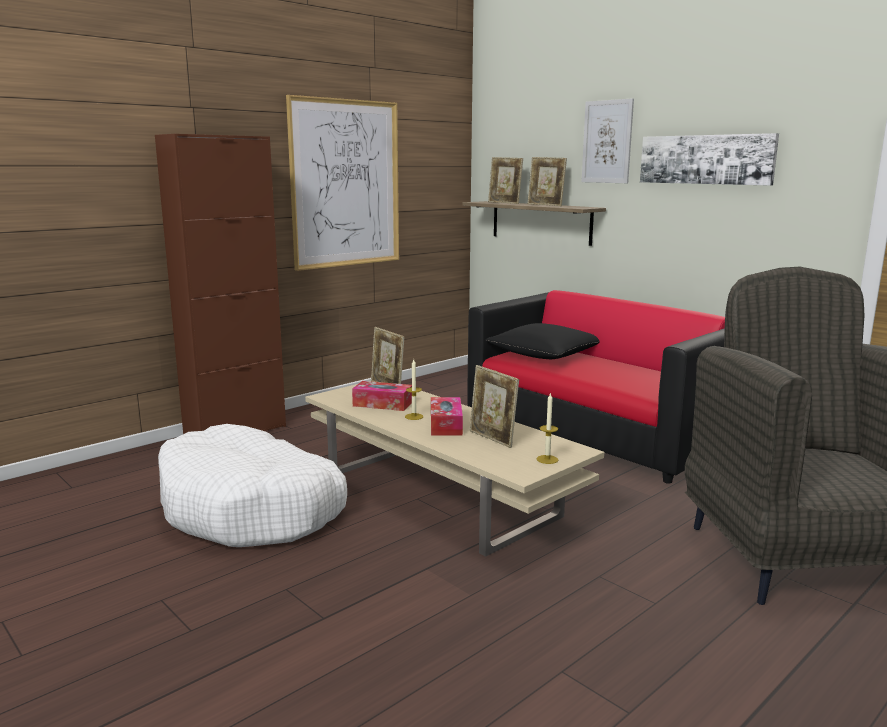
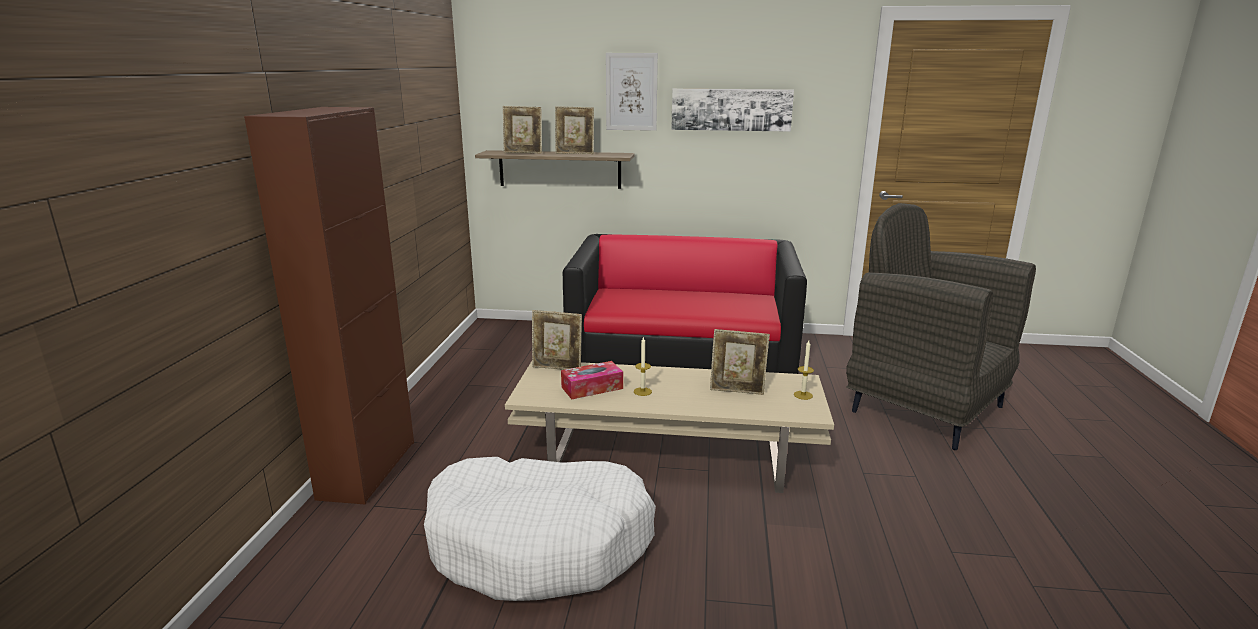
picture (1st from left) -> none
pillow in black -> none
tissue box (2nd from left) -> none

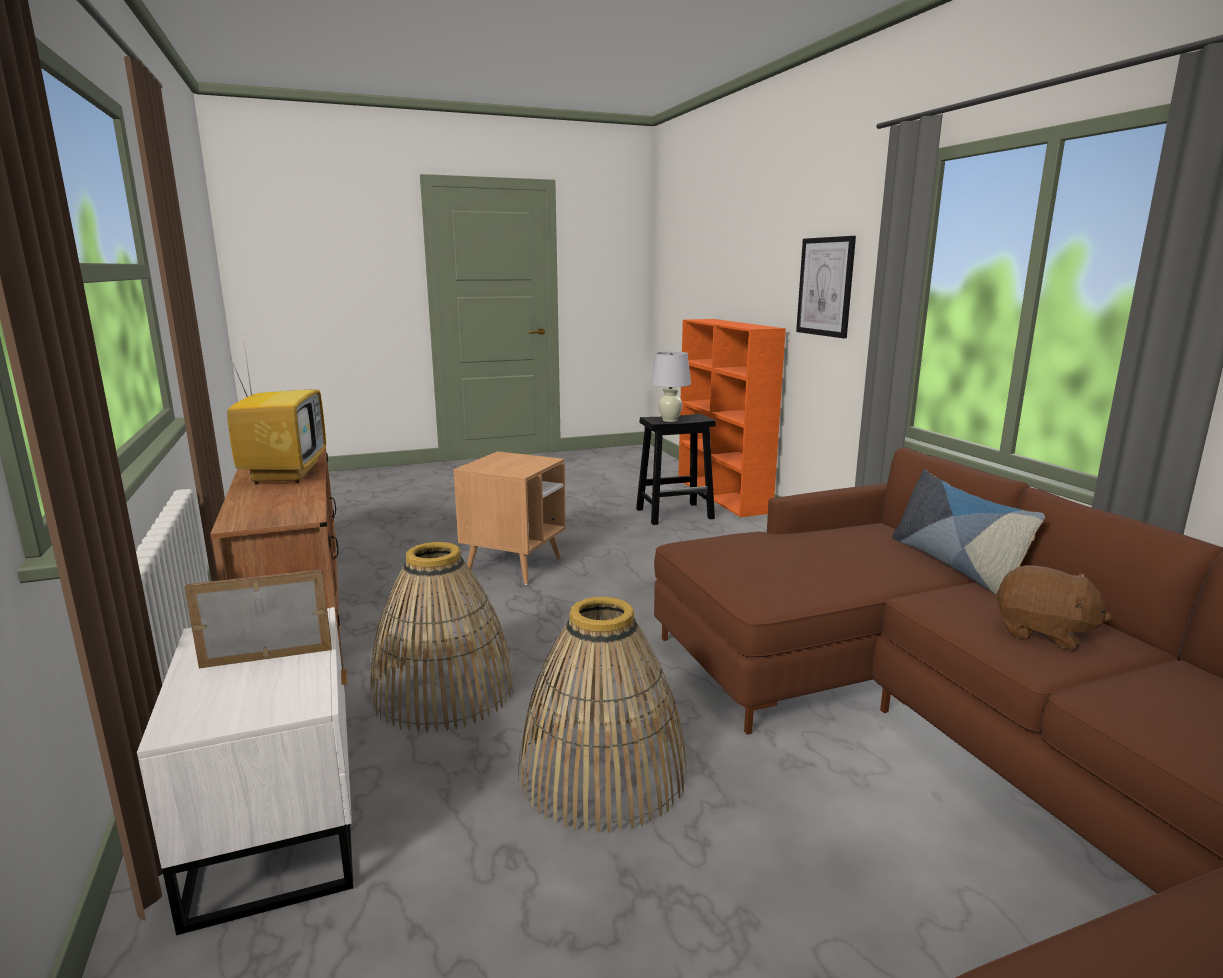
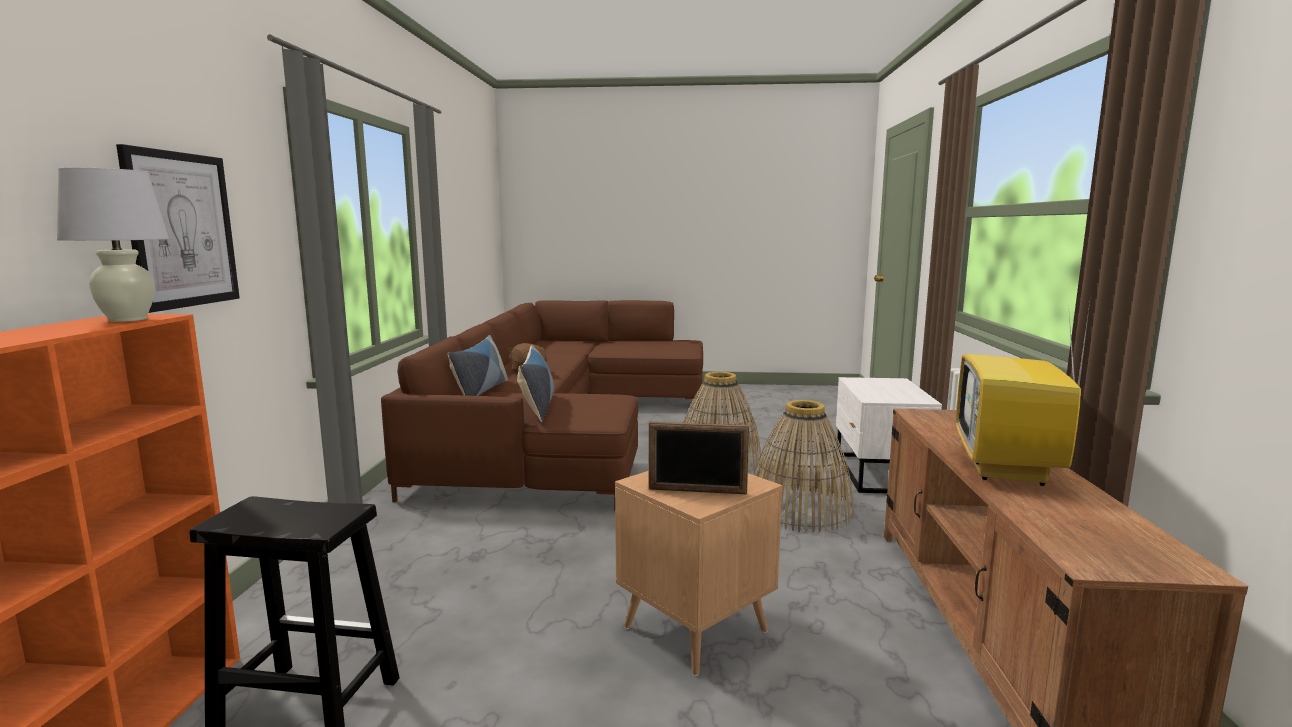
table lamp in white, move
picture frame, move
none -> pillow (2nd from left)

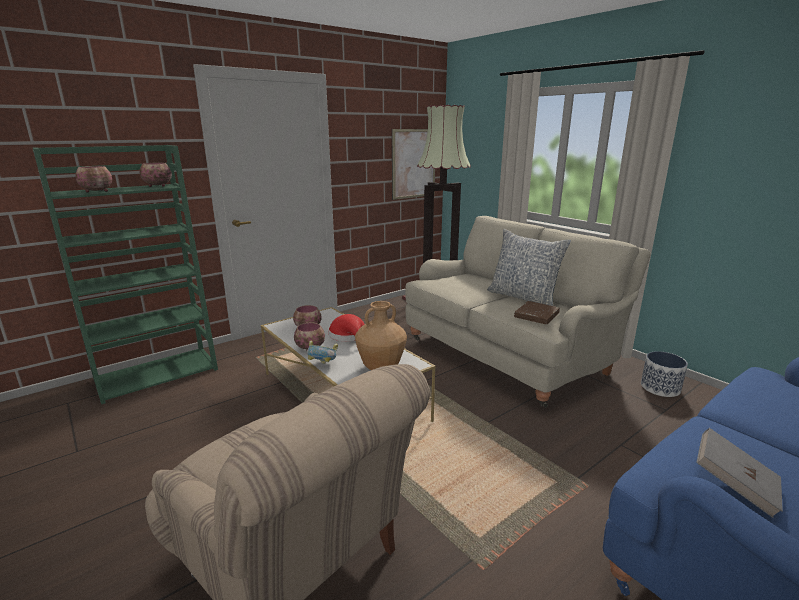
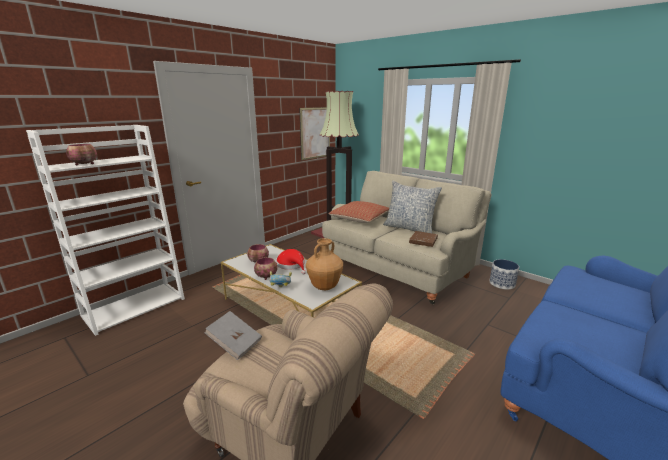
bookcase in green -> bookcase in white
bowl (2nd from left) -> none
book in grey, move
none -> pillow (1st from left)

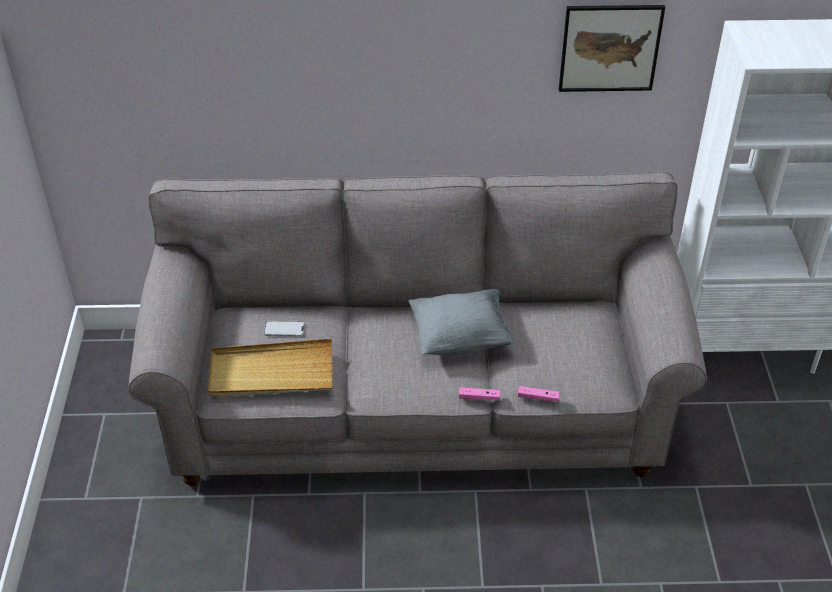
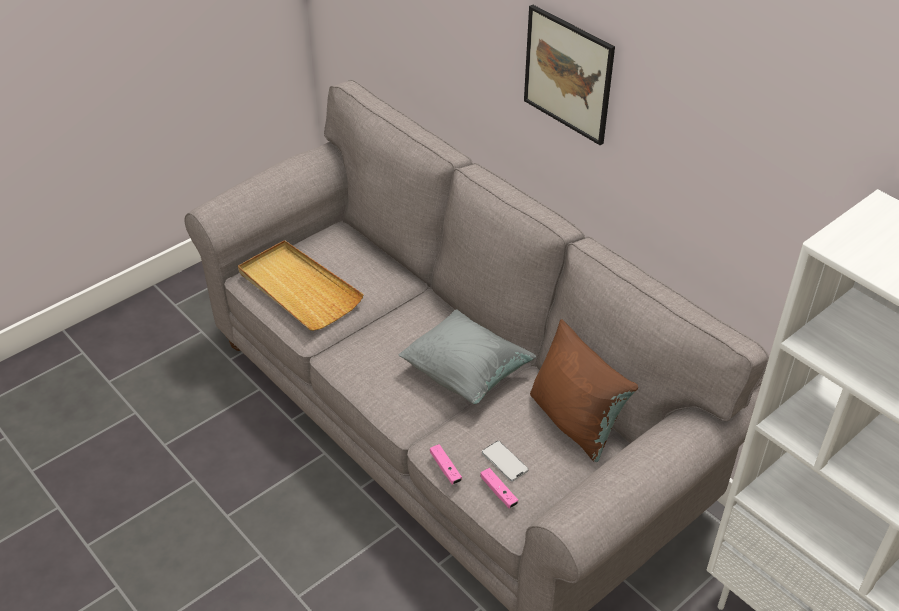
picture, move
phone, move
game controller in pink (1st from left in the first image) -> game controller in pink (2nd from left), move
none -> pillow in brown

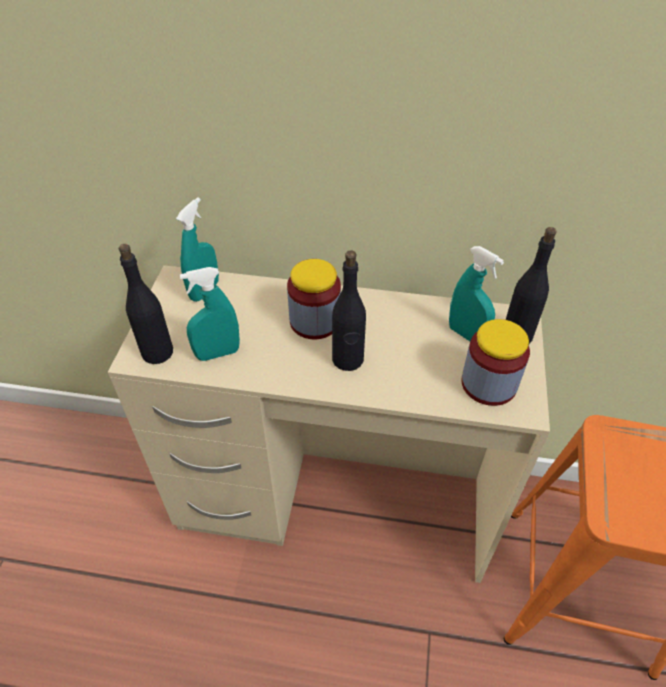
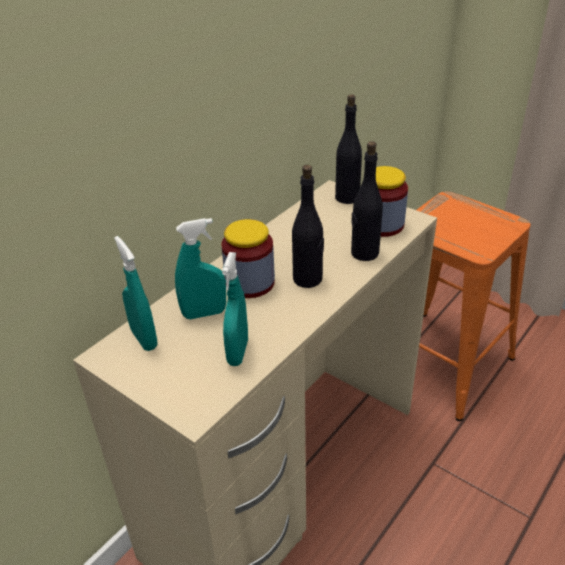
bottle in black (1st from left in the first image) -> bottle in black (3rd from left), move
spray bottle in turquoise (3rd from left in the first image) -> spray bottle in turquoise (2nd from left), move

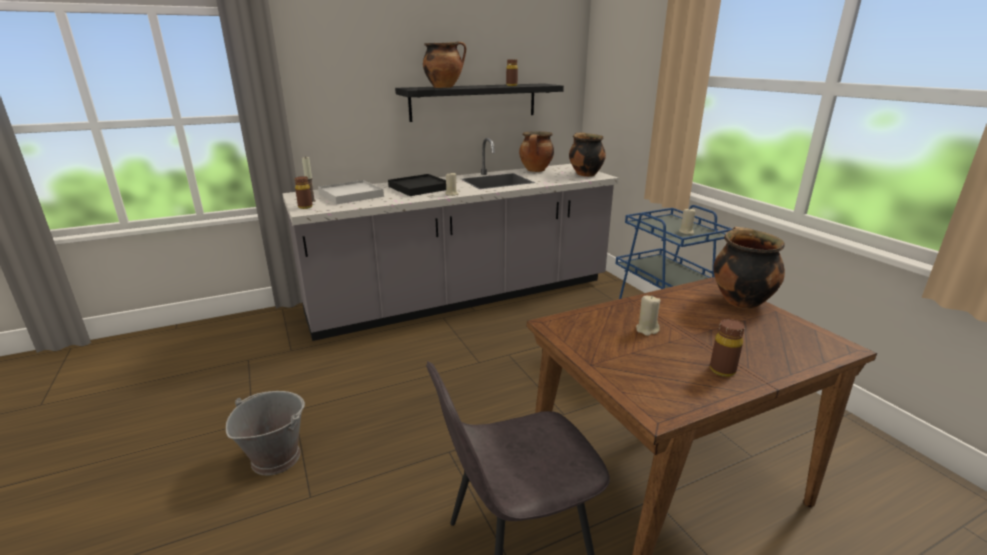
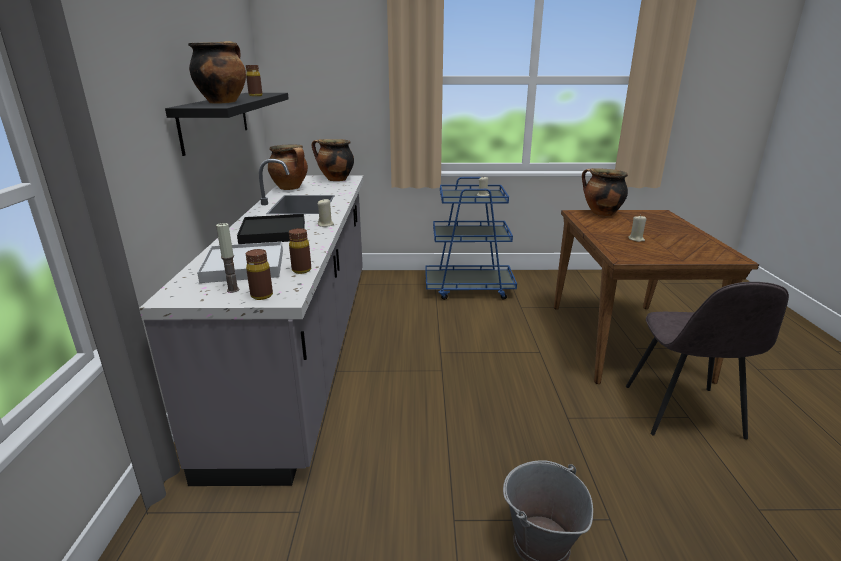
bottle in brown (3rd from left), move

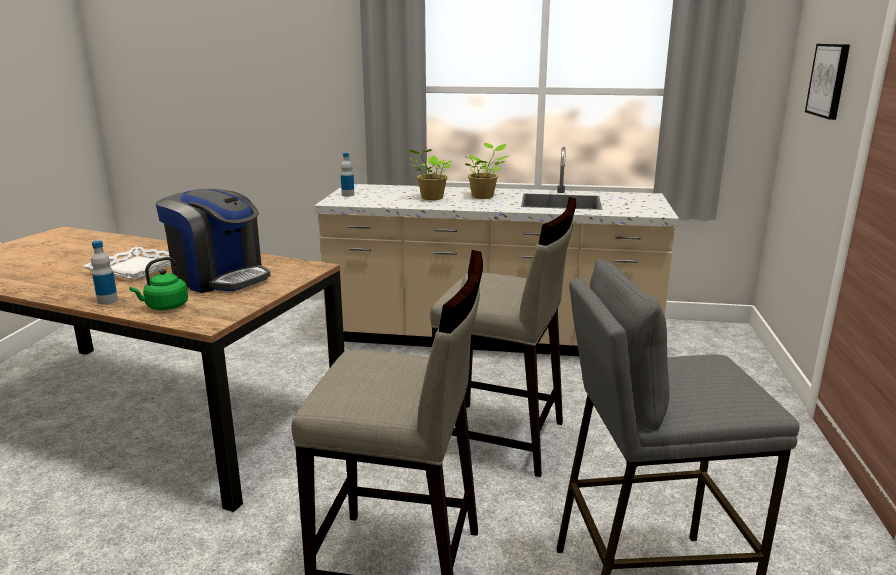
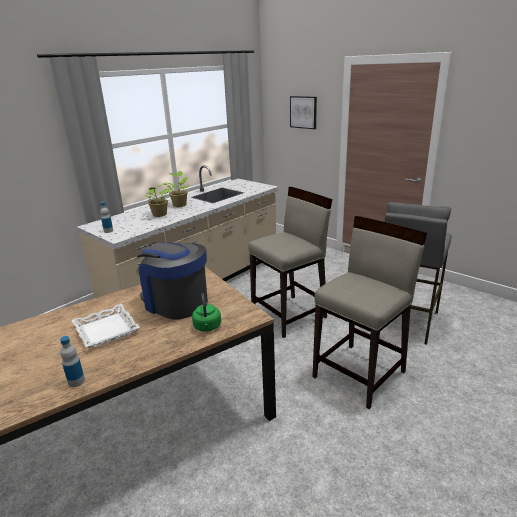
coffee machine, 120 degrees counterclockwise
bottle (1st from left), move

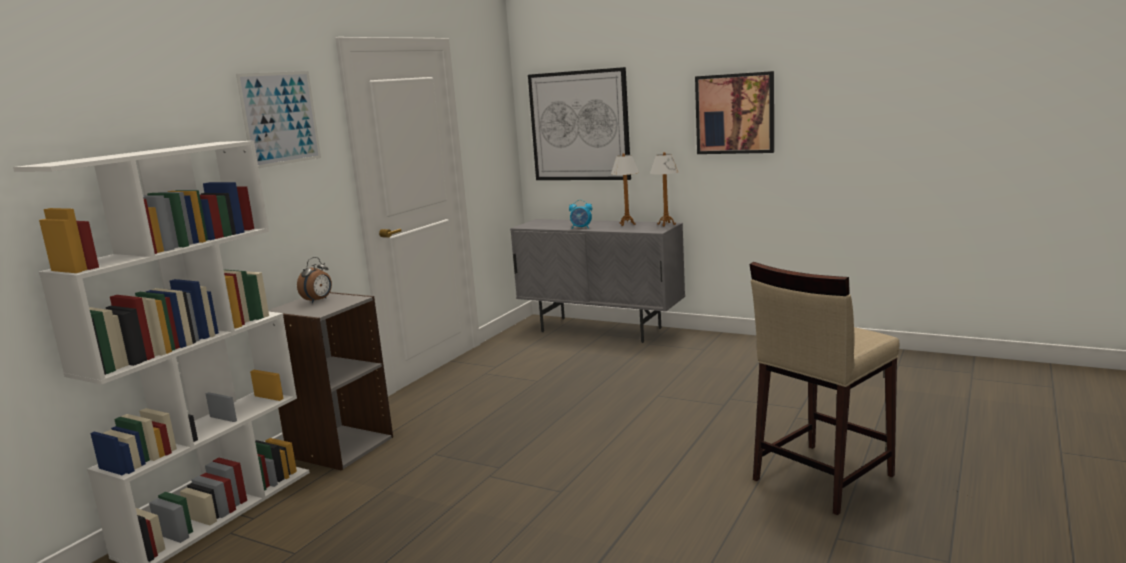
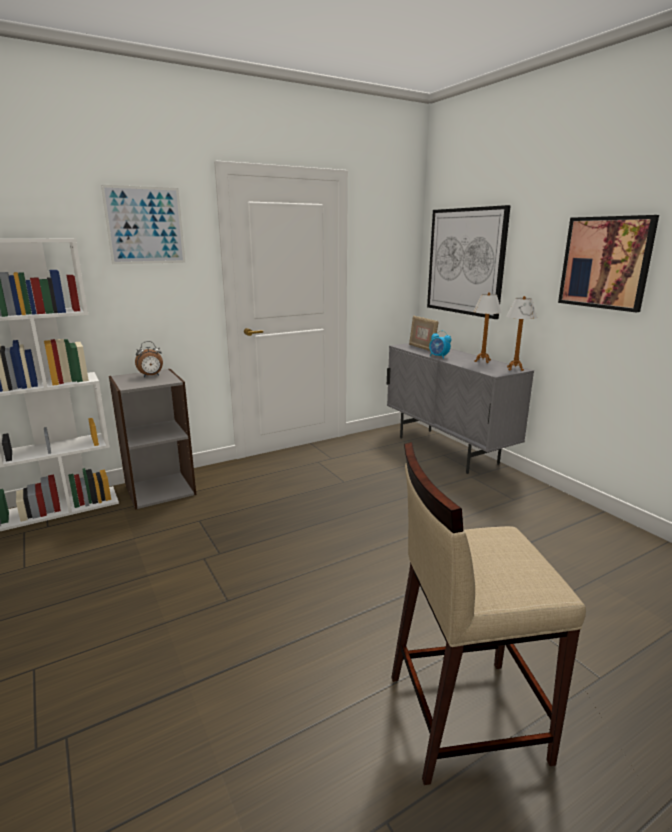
none -> picture frame

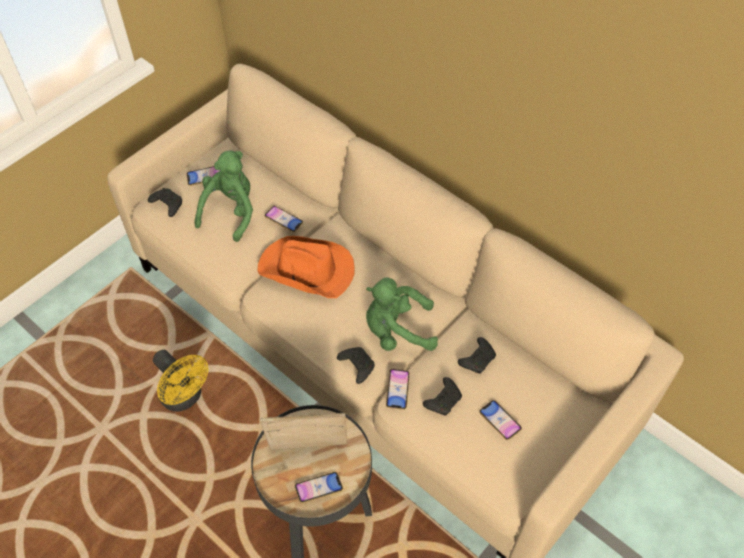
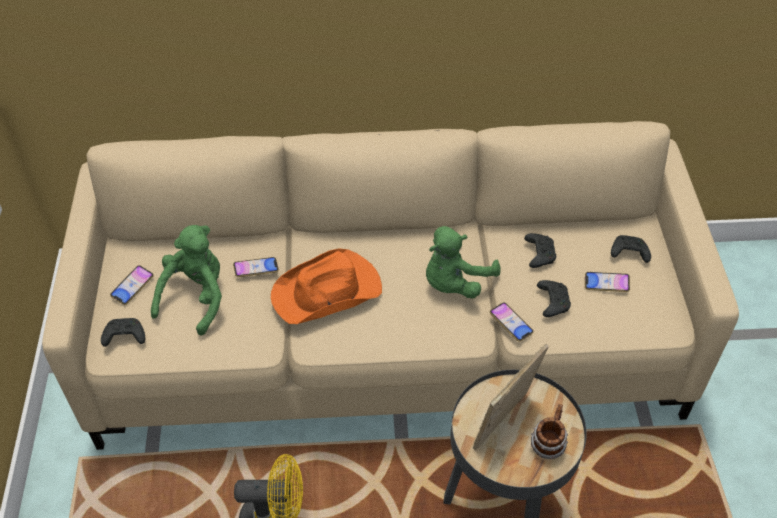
plush toy in green (1st from left), 45 degrees clockwise
game controller in black (2nd from left in the first image) -> game controller in black (4th from left), move
phone (3rd from left) -> mug

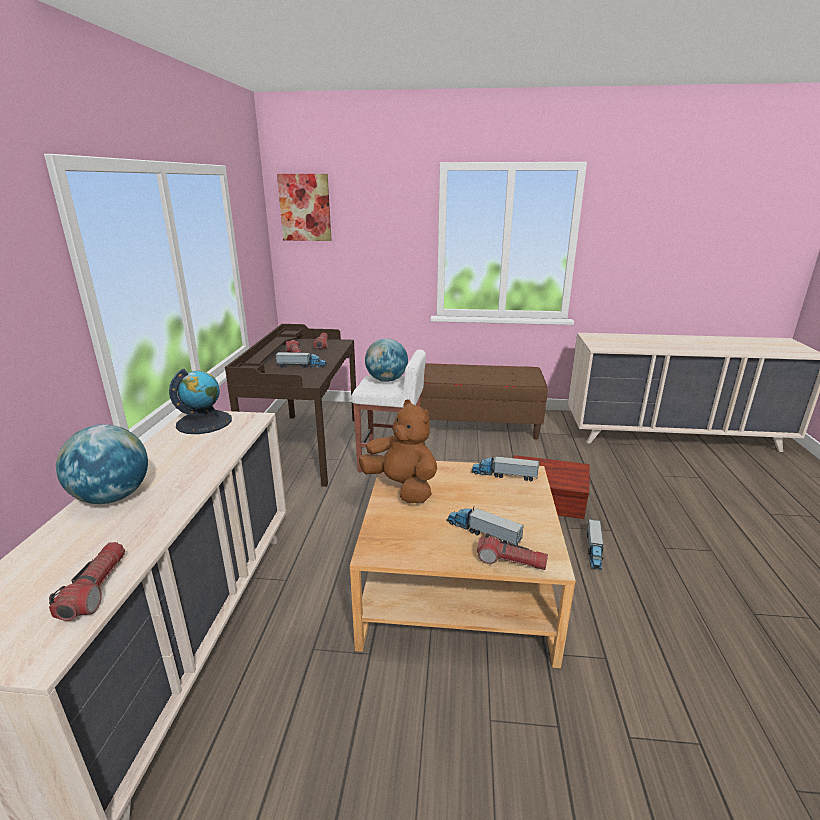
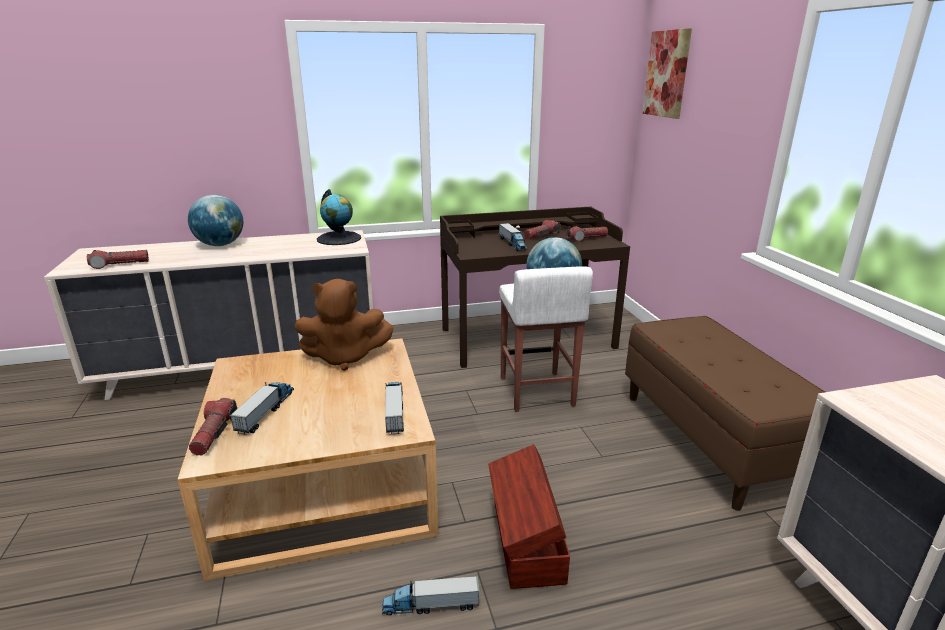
plush toy in brown, 60 degrees clockwise

